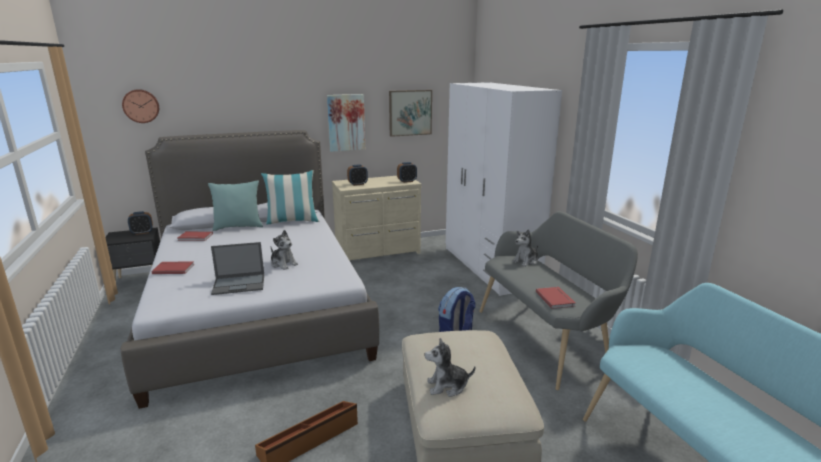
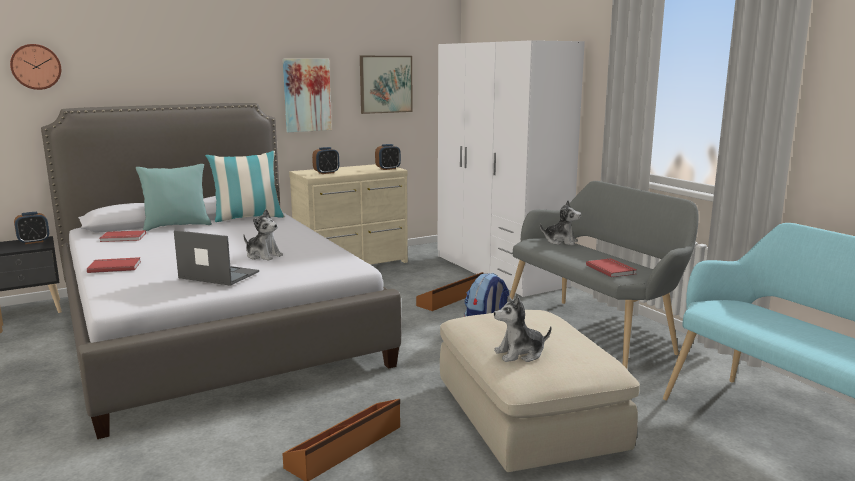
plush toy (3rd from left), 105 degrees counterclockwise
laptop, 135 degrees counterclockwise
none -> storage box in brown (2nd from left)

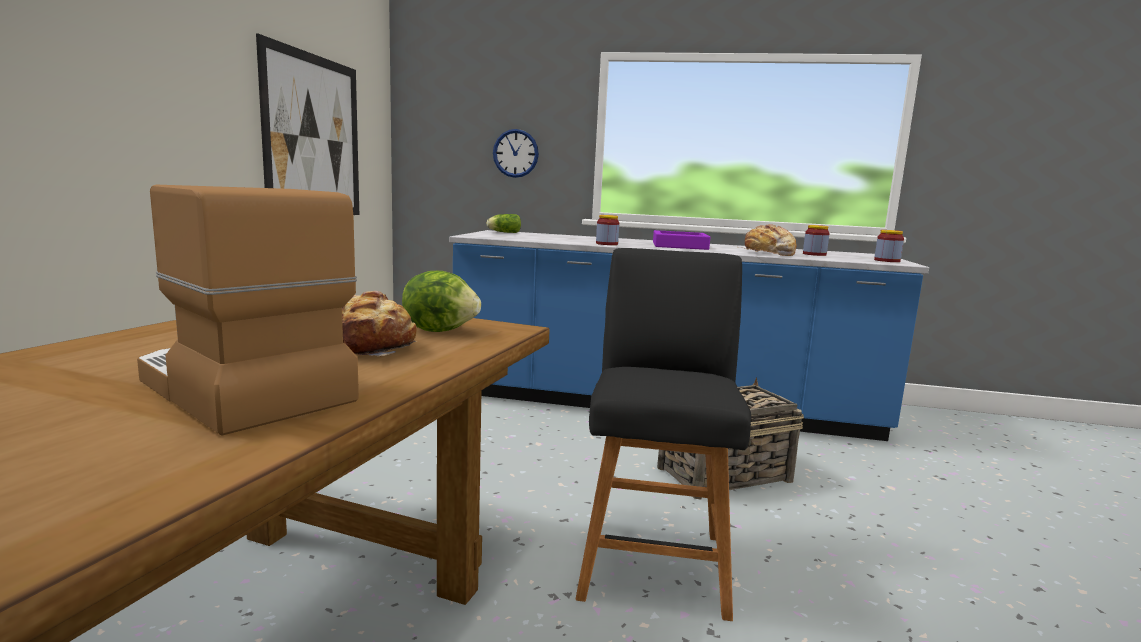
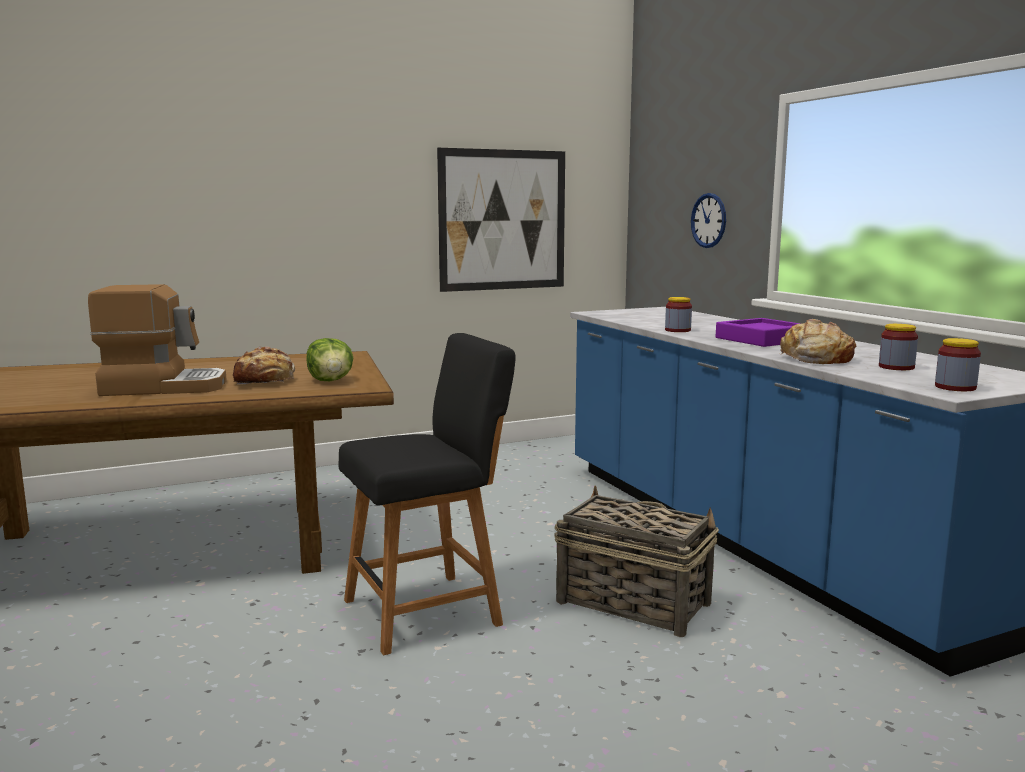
coffee machine, 75 degrees clockwise
lettuce (2nd from left) -> none

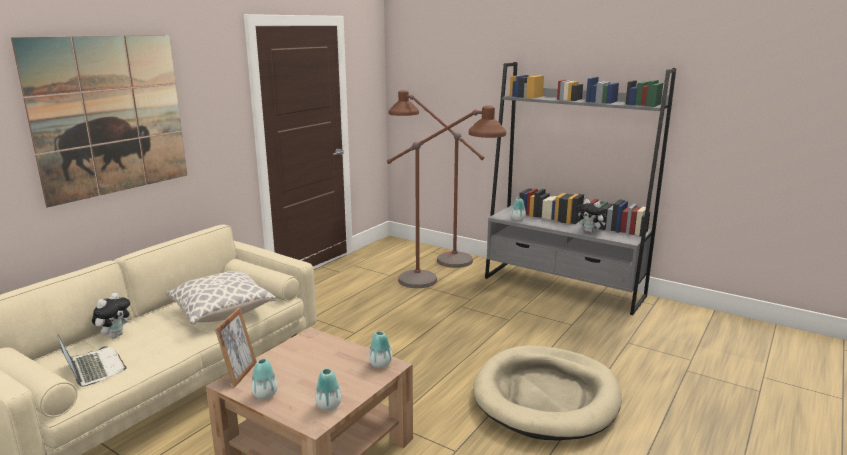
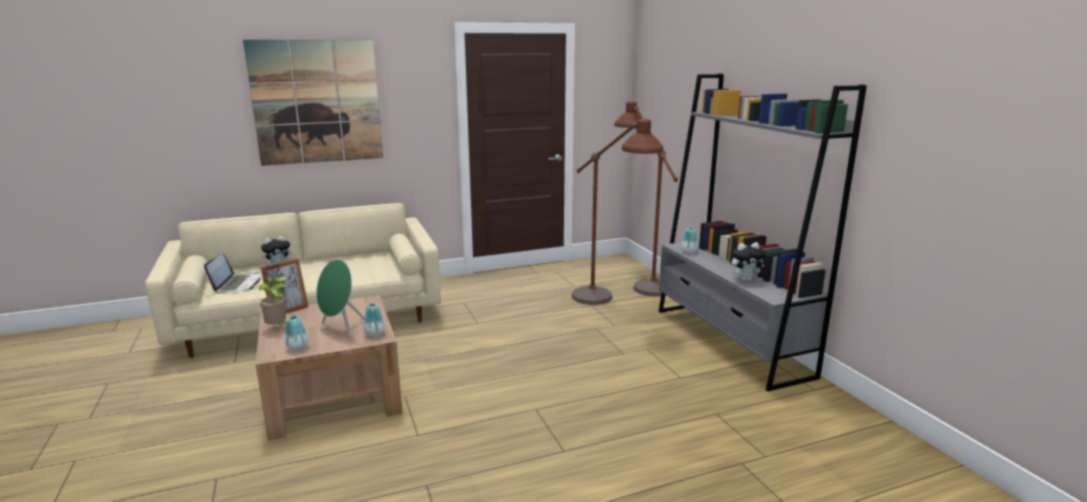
plush toy (2nd from left), 90 degrees counterclockwise
pillow -> none
dog bed in beige -> none
vase (1st from left) -> potted plant
none -> speaker in green

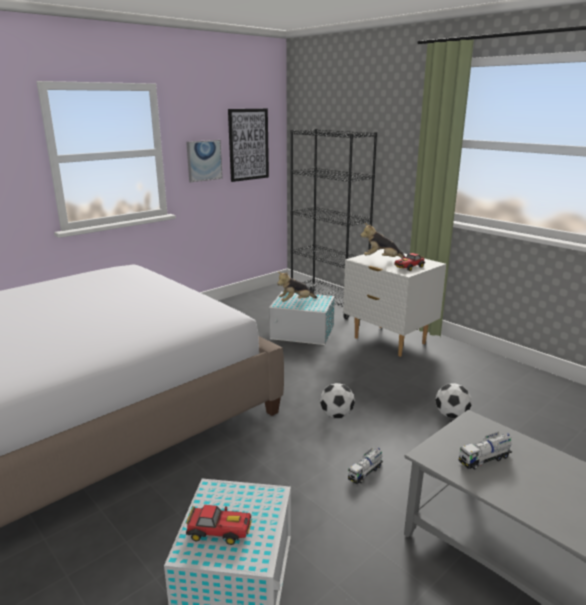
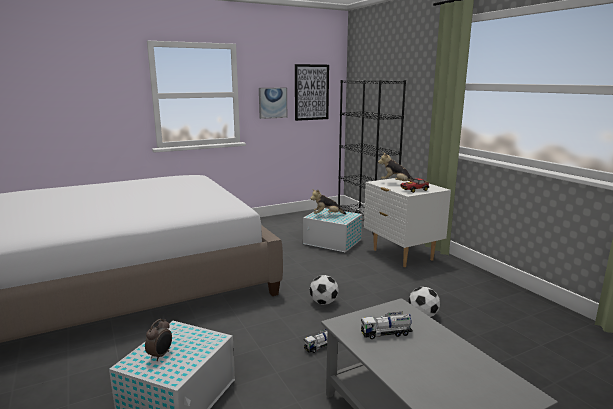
toy car (1st from left) -> alarm clock

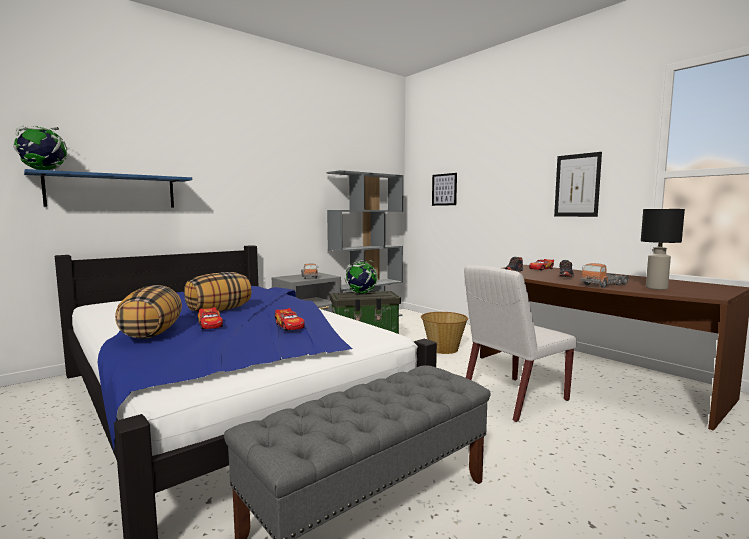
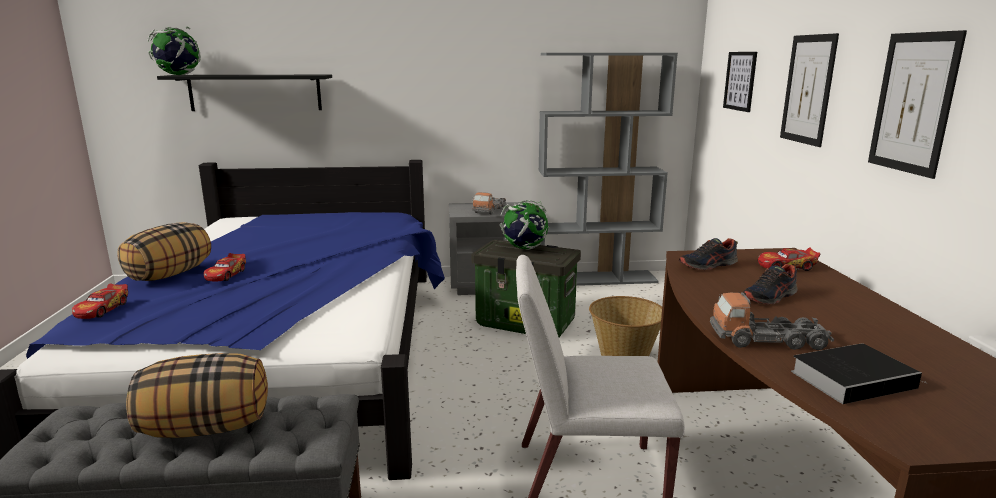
shelf in blue -> shelf in black
table lamp in black -> book
pillow (2nd from left), move
toy car (2nd from left in the first image) -> toy car (1st from left), move
none -> picture (2nd from left)

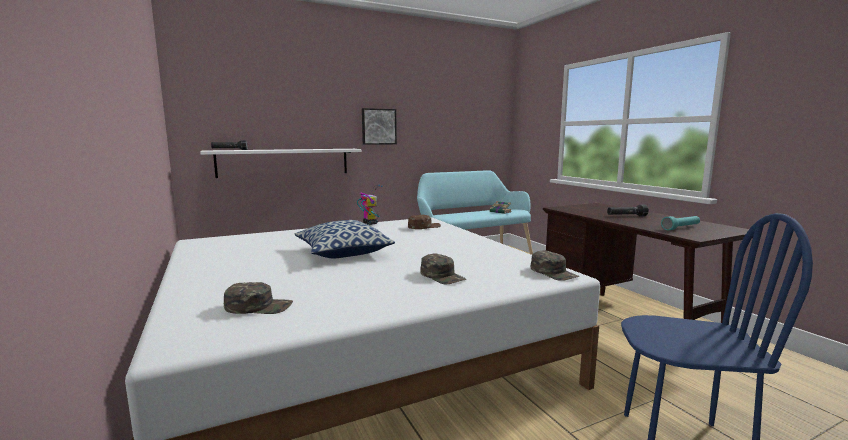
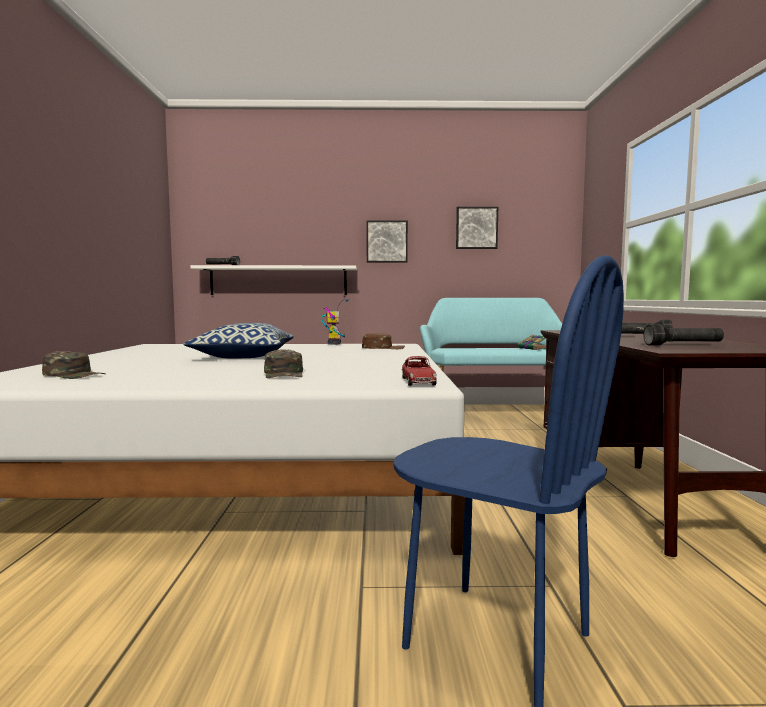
flashlight in turquoise -> flashlight in black (3rd from left)
cap in green (3rd from left) -> toy car
none -> picture (2nd from left)

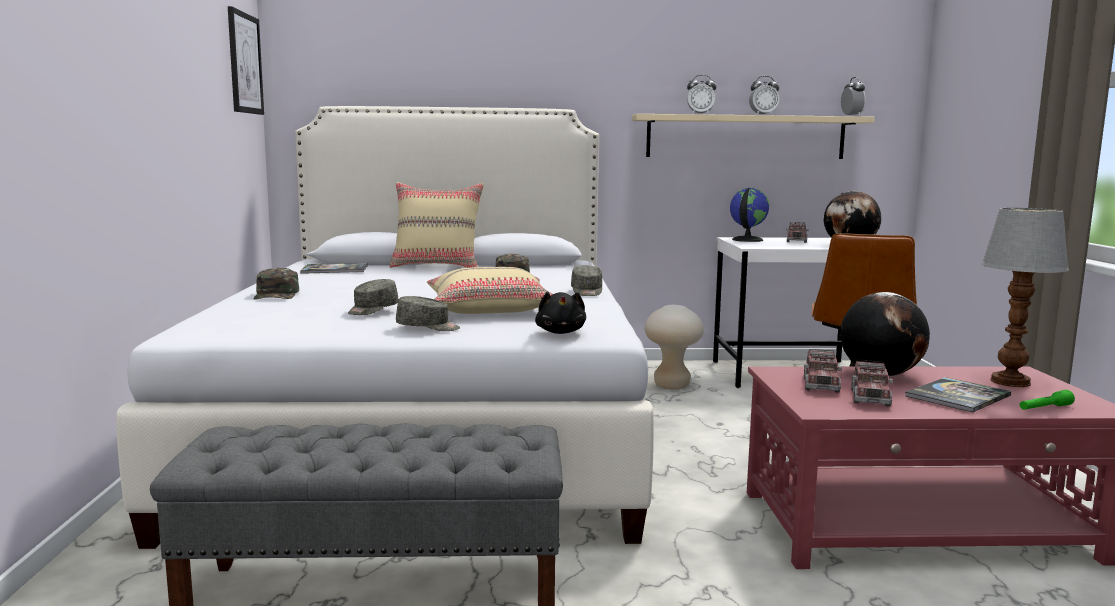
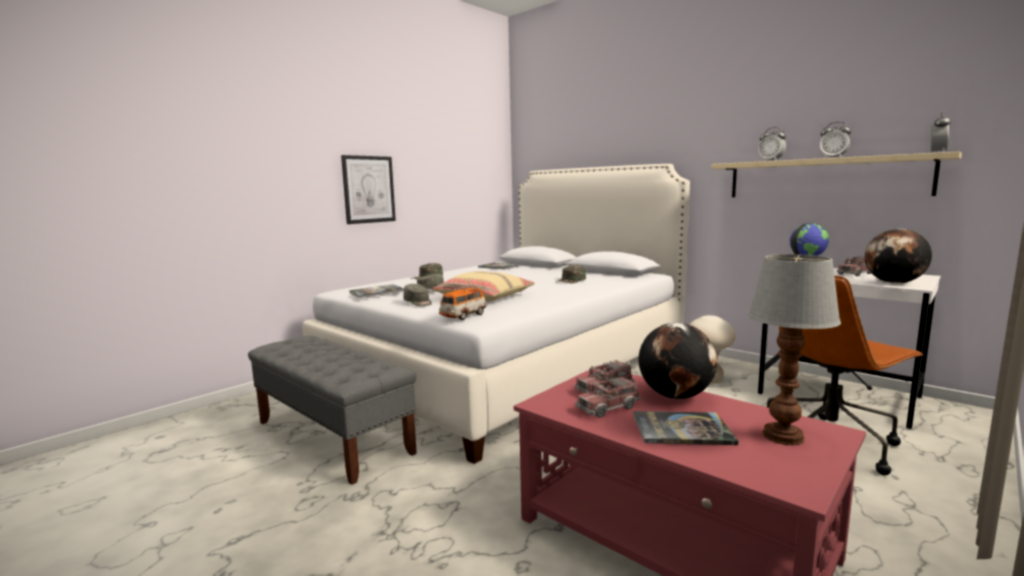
picture, move
pillow in beige (1st from left) -> none
cap in grey (3rd from left) -> none
plush toy in black -> toy car
flashlight in green -> none
none -> book (1st from left)

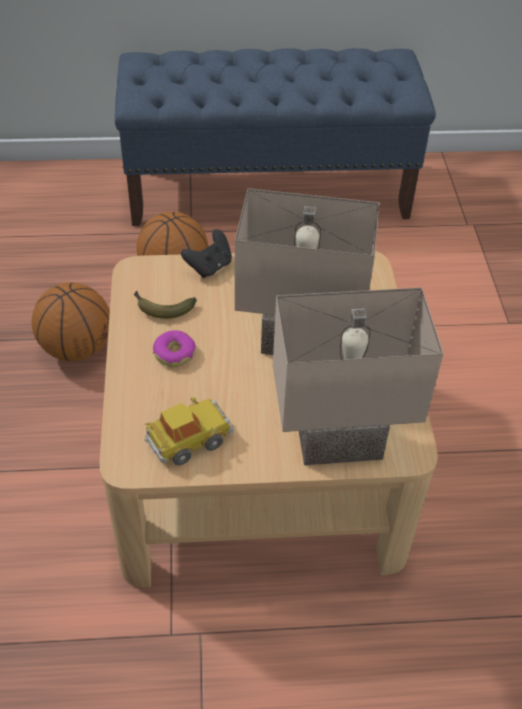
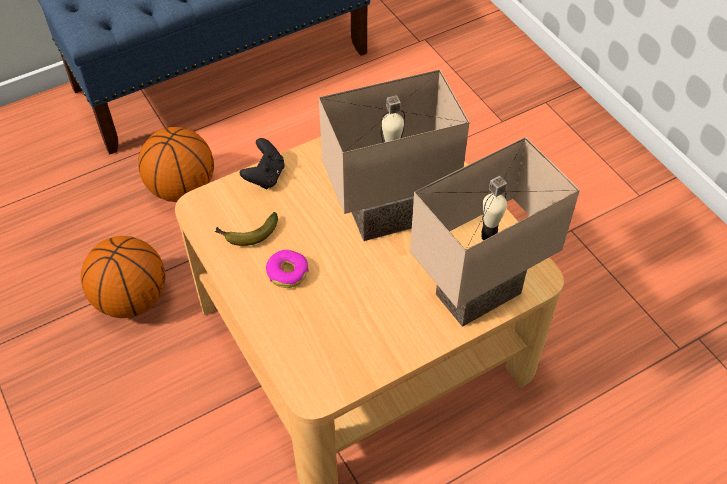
toy car -> none

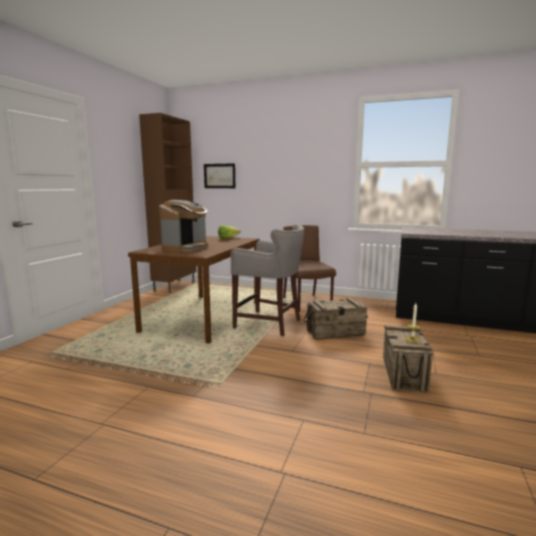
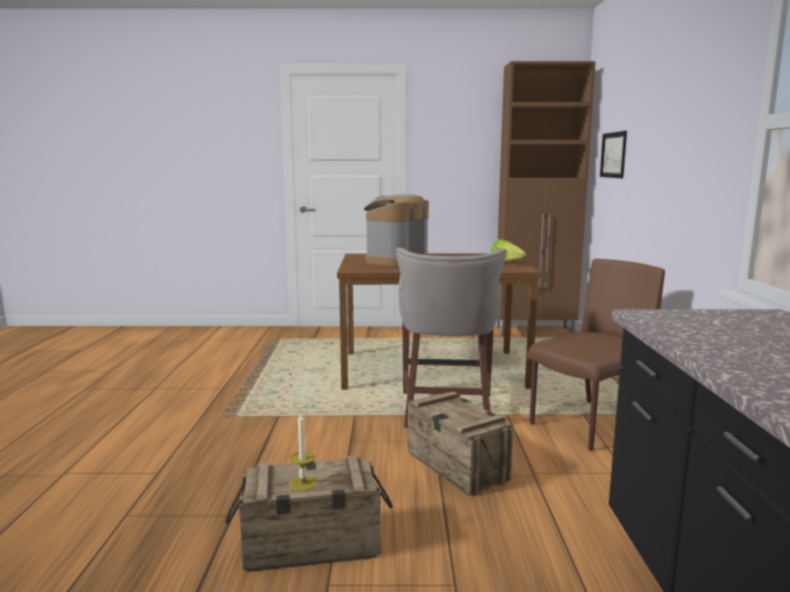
coffee machine, 120 degrees clockwise

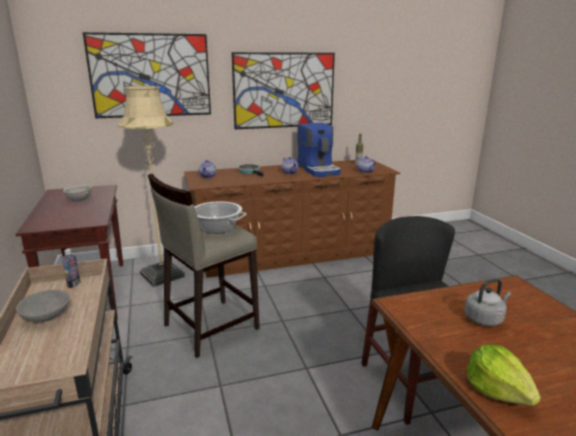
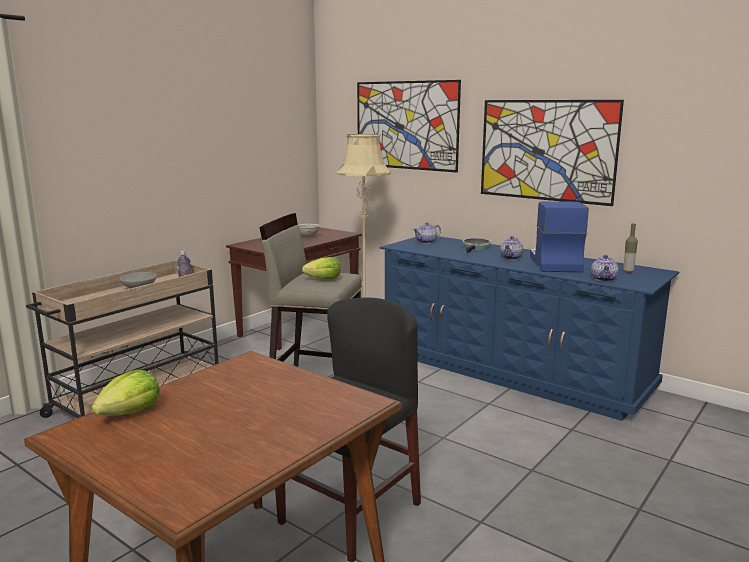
coffee machine, 150 degrees clockwise
dresser in brown -> dresser in blue
cooking pot -> lettuce (2nd from left)
kettle in grey -> none

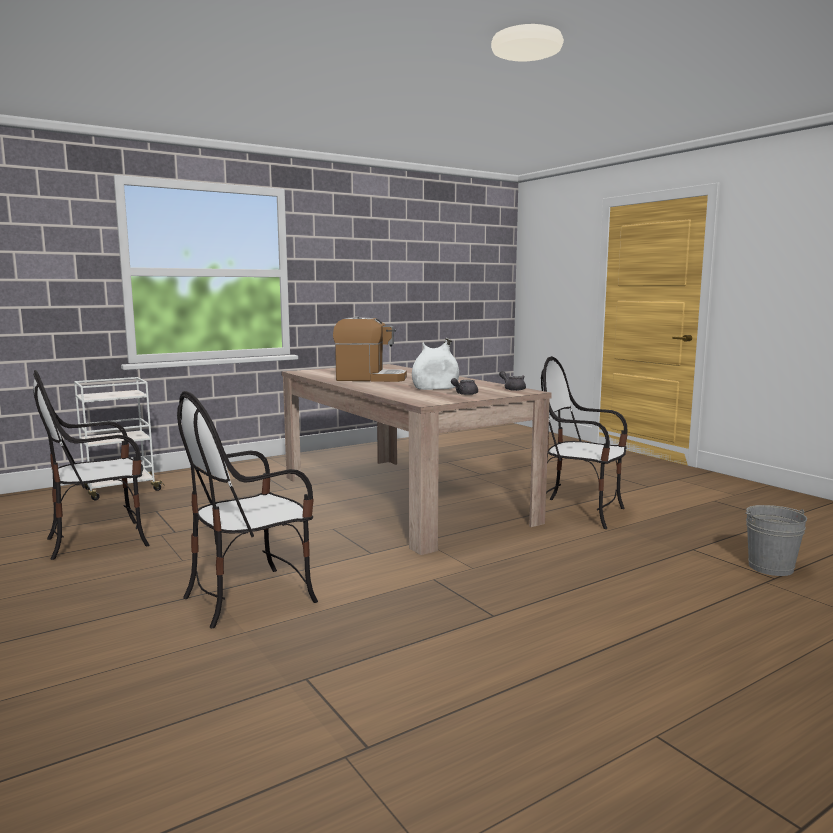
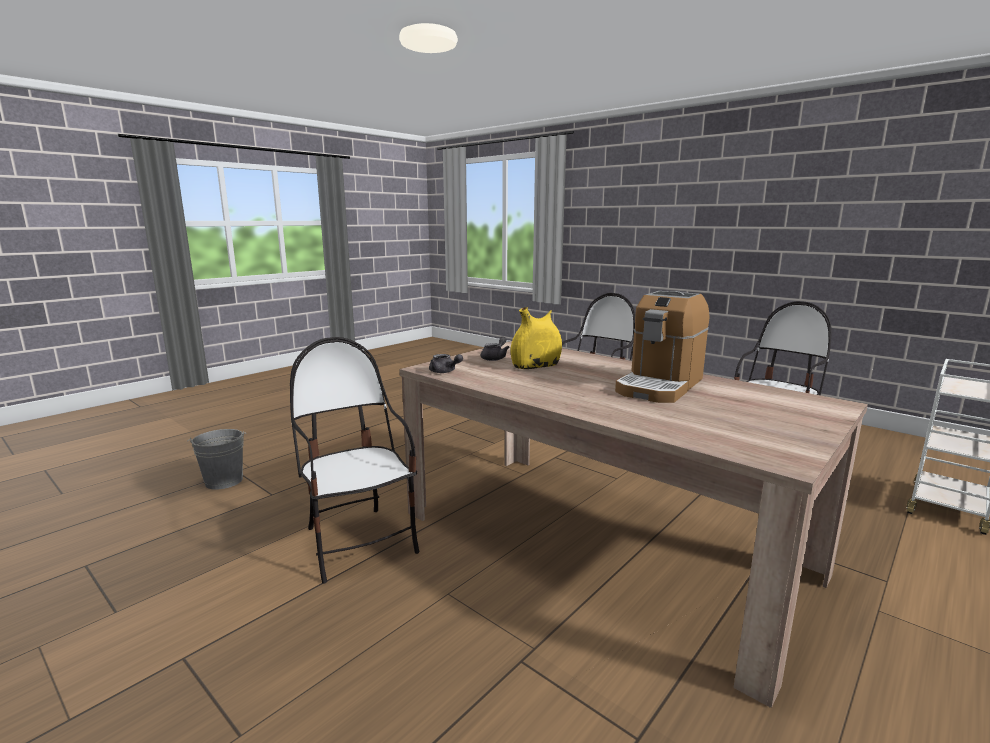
coffee machine, 45 degrees counterclockwise
vase in white -> vase in yellow
chair (3rd from left in the first image) -> chair (1st from left), 135 degrees counterclockwise

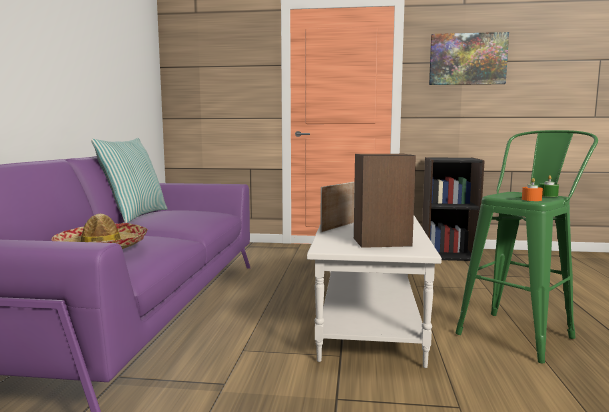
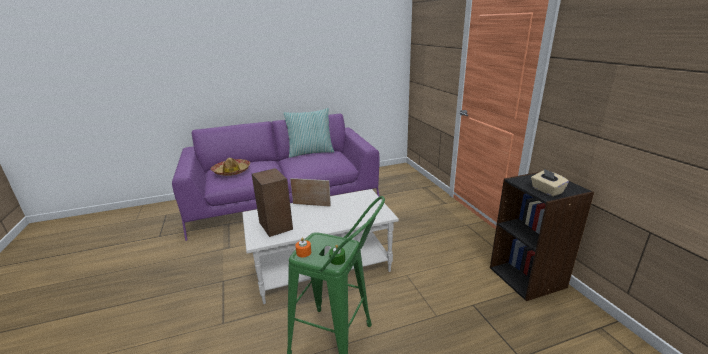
picture -> none
none -> tissue box in beige

